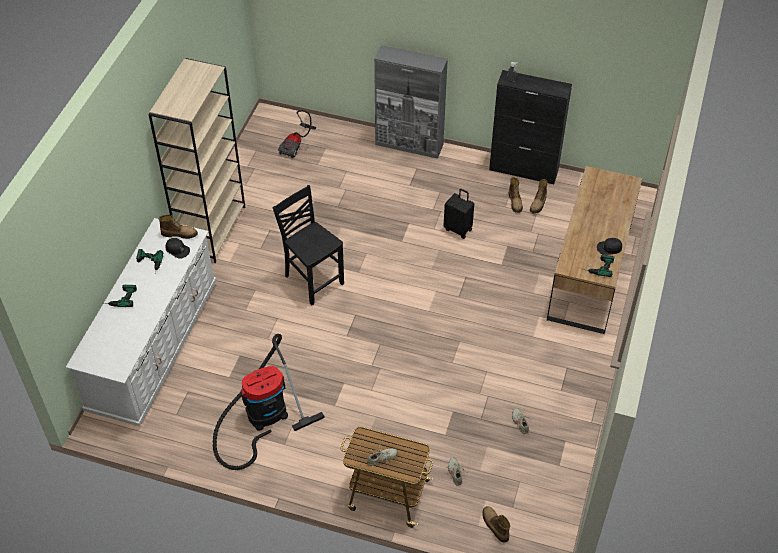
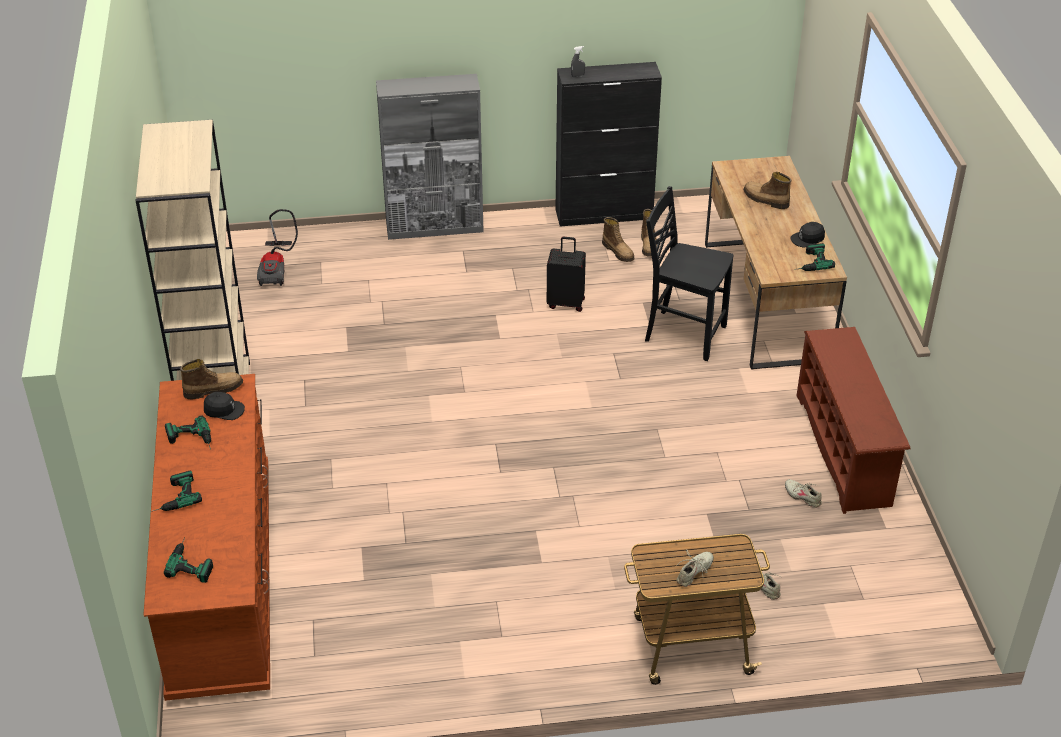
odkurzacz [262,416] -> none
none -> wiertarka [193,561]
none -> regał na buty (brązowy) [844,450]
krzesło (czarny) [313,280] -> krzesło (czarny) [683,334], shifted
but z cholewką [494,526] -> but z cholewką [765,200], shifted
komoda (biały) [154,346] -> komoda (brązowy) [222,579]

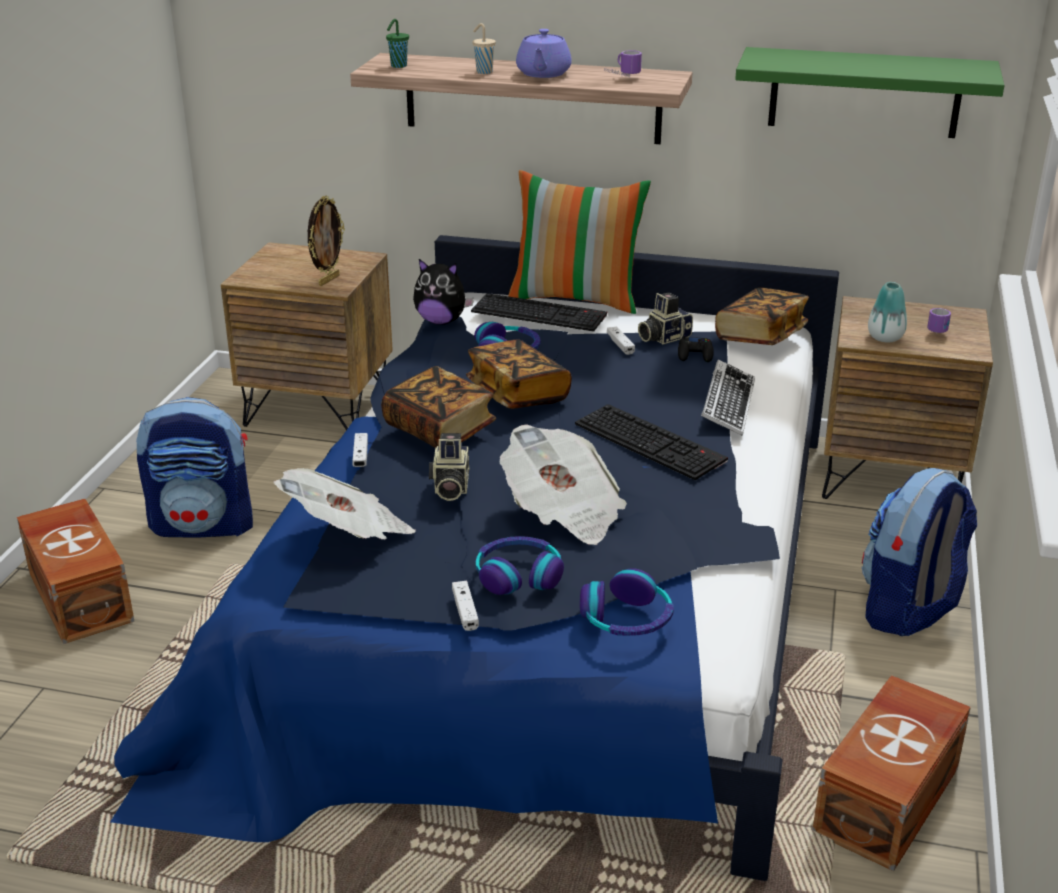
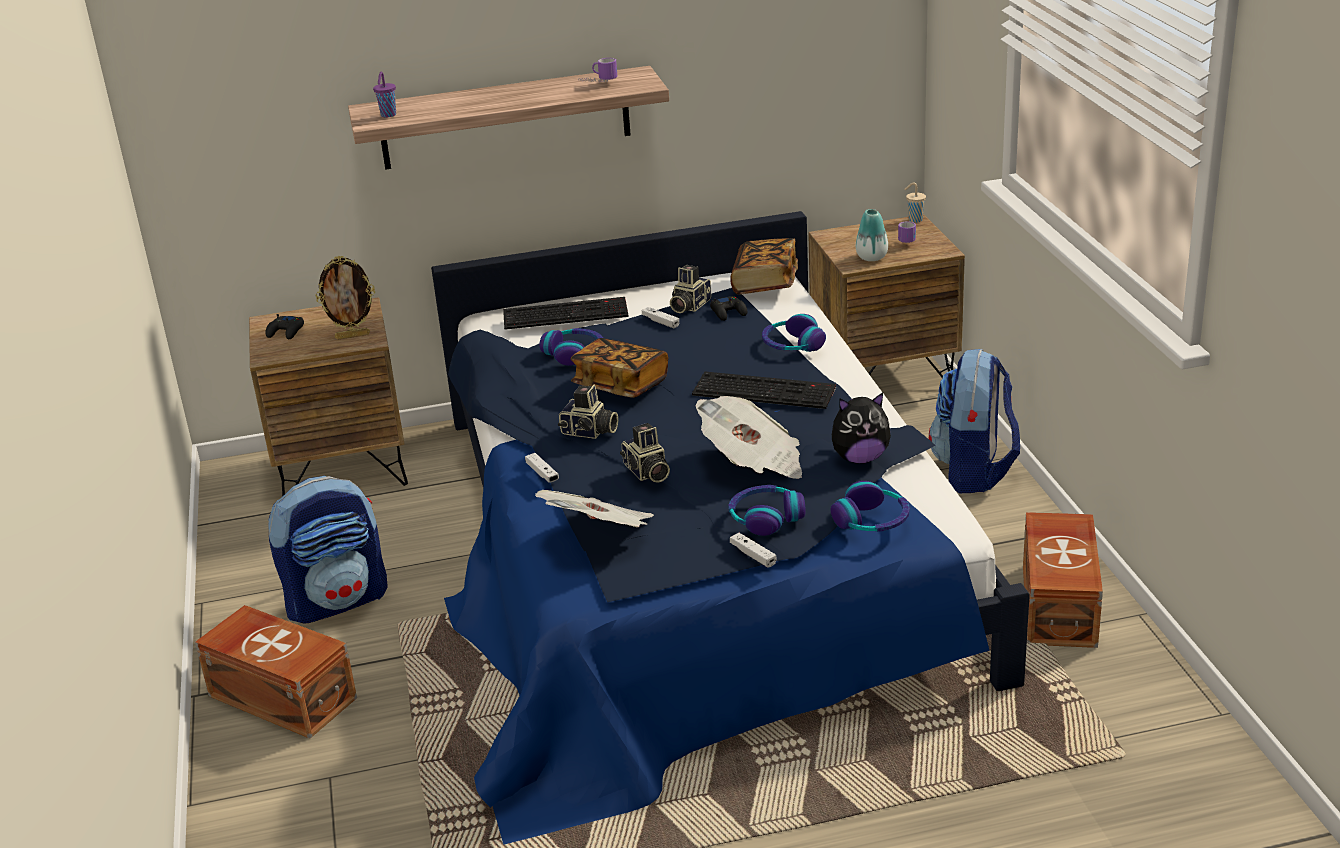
poduszka [576,299] -> none
imbryk (fioletowy) [543,74] -> none
półka (zielony) [864,92] -> none
none -> pad do gier (czarny) [286,332]
pluszak [441,321] -> pluszak [860,458], shifted
filiżanka (beżowy) [483,72] -> filiżanka (beżowy) [914,220], shifted
książka [439,429] -> aparat fotograficzny [589,432]
klawiatura [727,404] -> słuchawki [792,345]
filiżanka (zielony) [398,66] -> filiżanka (fioletowy) [388,115]
ramka na zdjęcie [328,280] -> ramka na zdjęcie [353,336], 75 degrees clockwise

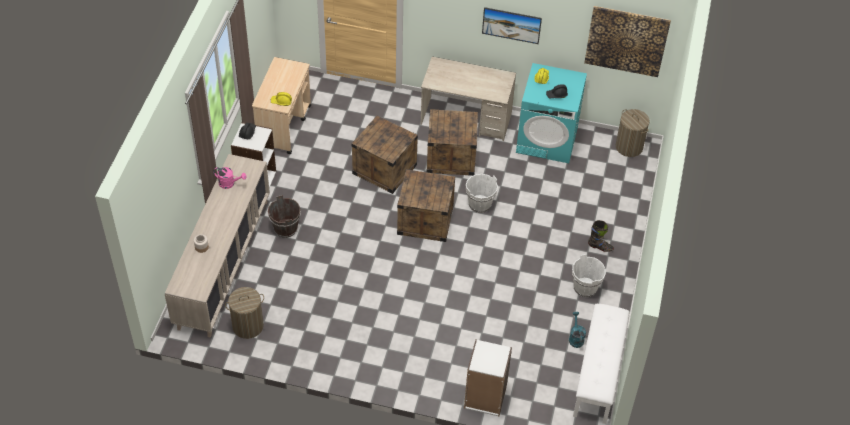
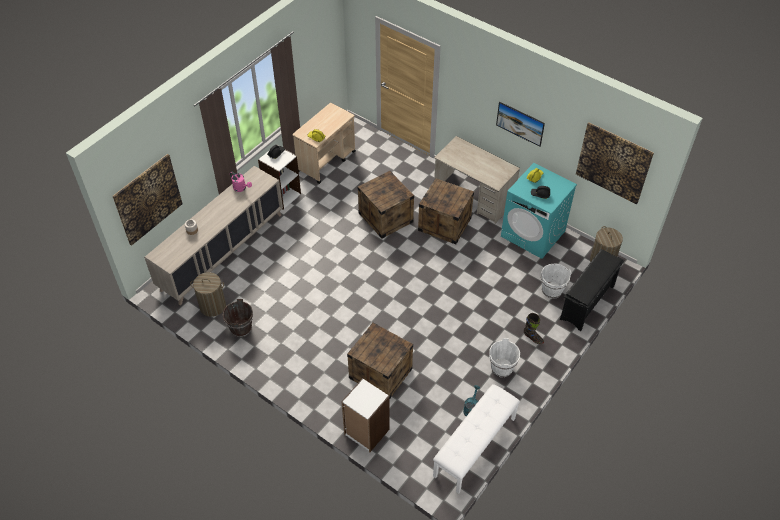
none -> obraz [148,199]
none -> regał na buty (czarny) [587,303]
wiadro (brązowy) [285,228] -> wiadro (brązowy) [241,328], shifted
skrzynka [425,220] -> skrzynka [380,373], shifted
wiadro (biały) [480,204] -> wiadro (biały) [552,290], shifted

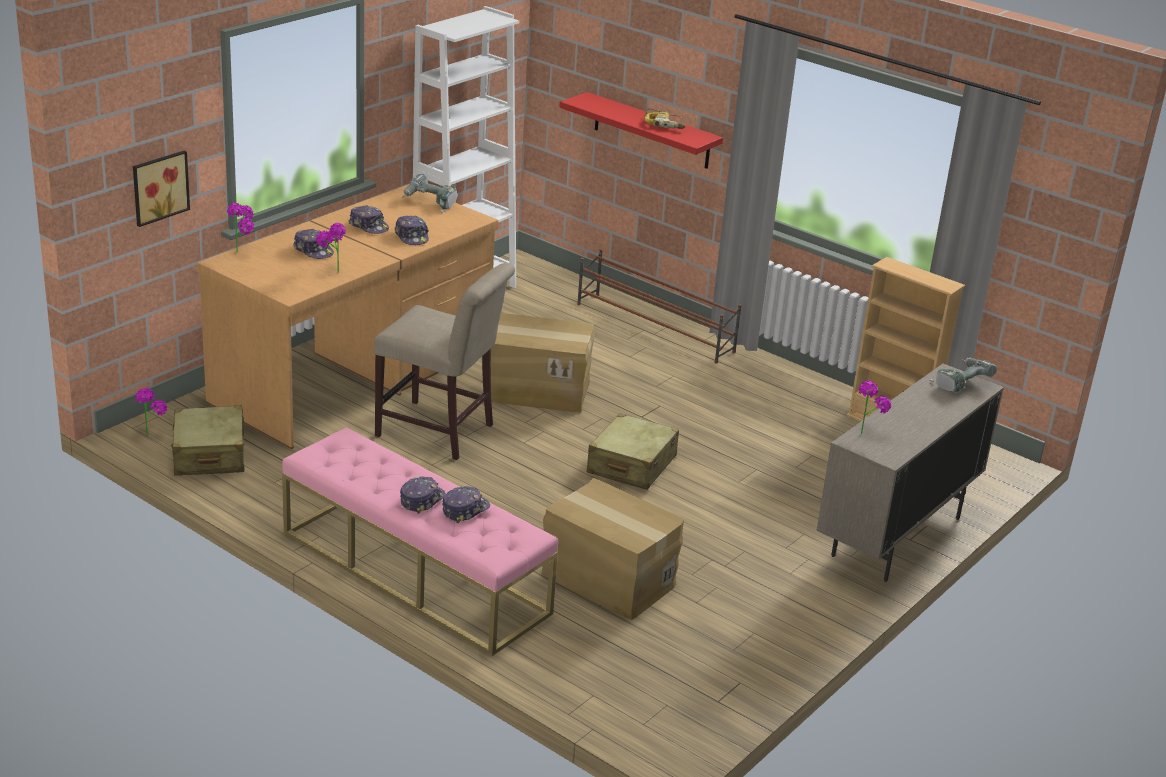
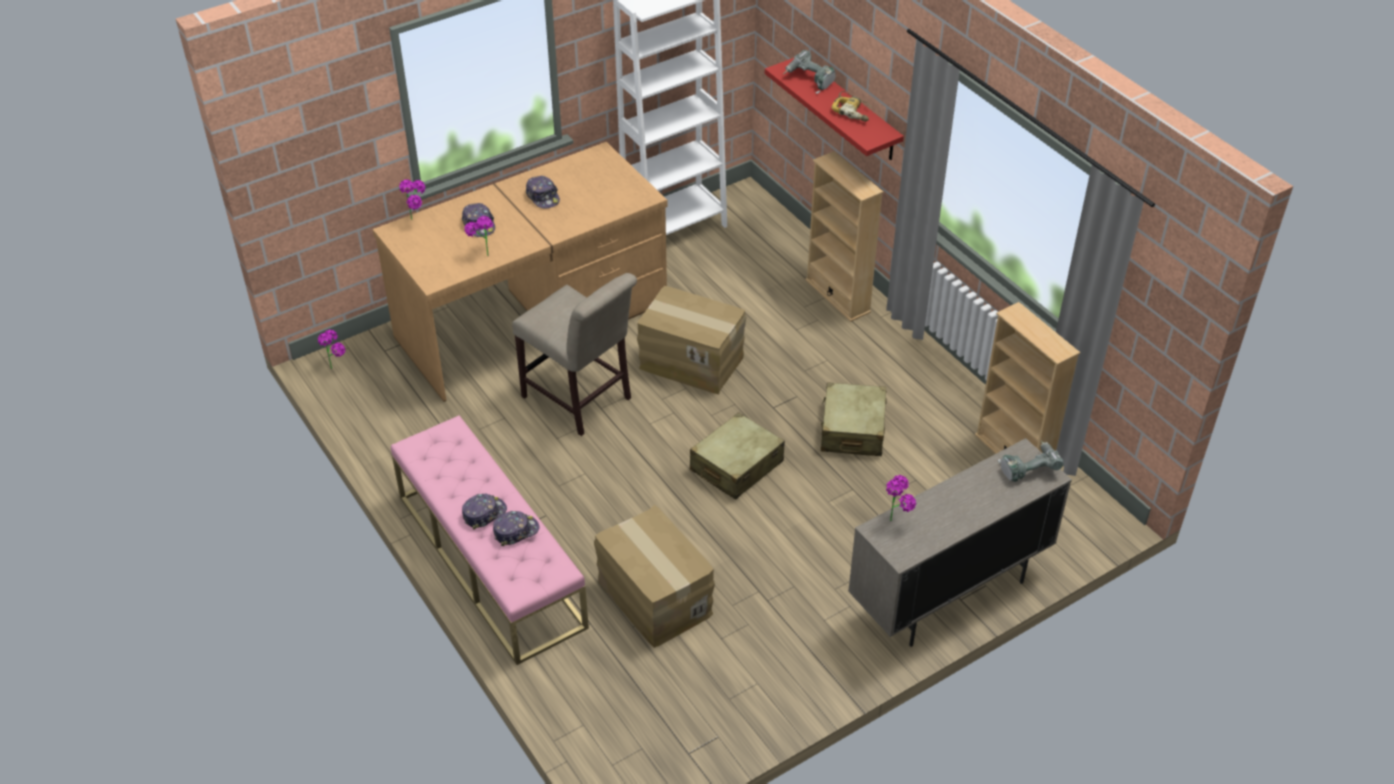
obraz [158,187] -> none
czapka z daszkiem [412,237] -> none
walizka (beżowy) [209,455] -> walizka (beżowy) [852,430], shifted
wiertarka [429,203] -> wiertarka [808,80], shifted
regał na buty (brązowy) [655,328] -> regał (beżowy) [837,296]

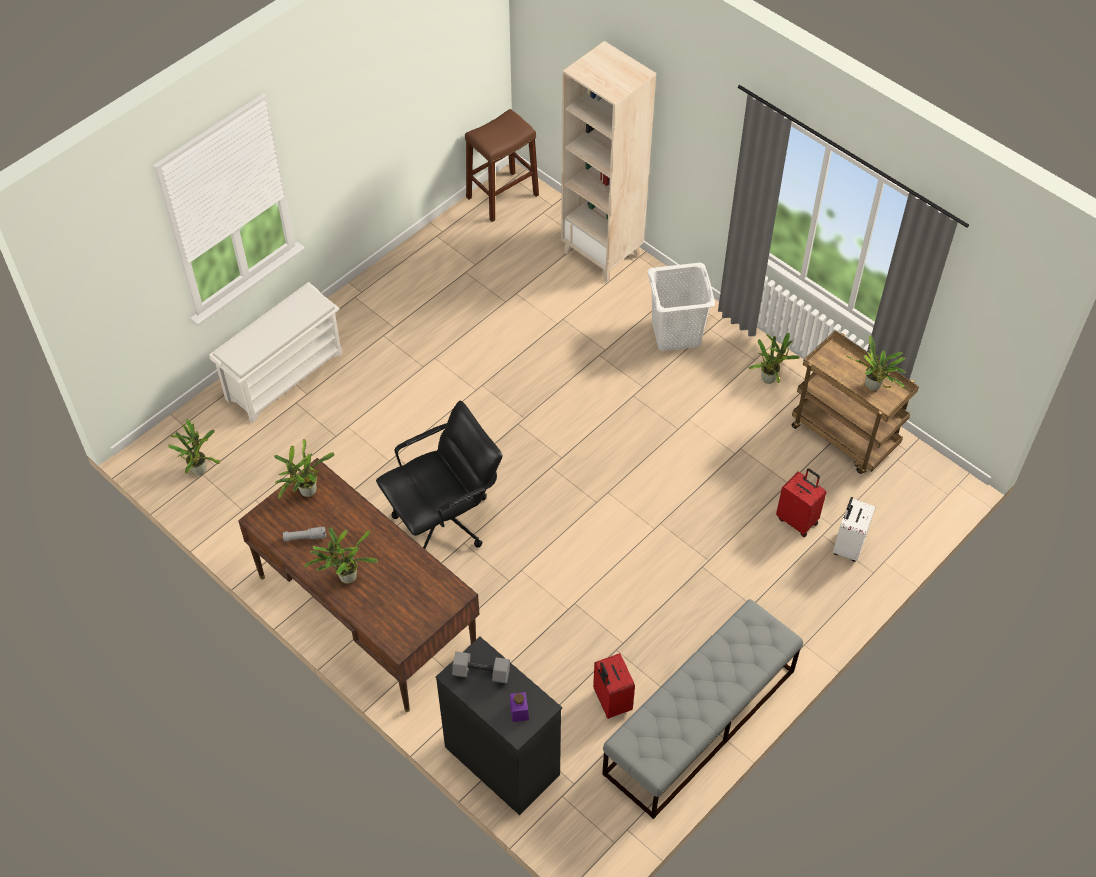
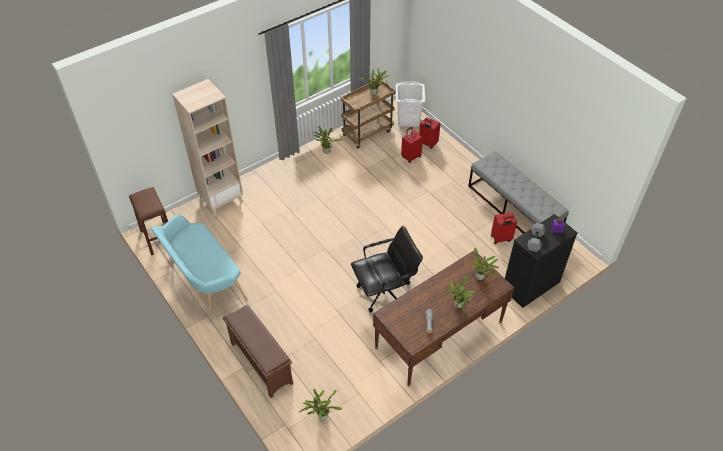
none -> ławka (turkusowy) [204,282]
roślina doniczkowa [306,492] -> roślina doniczkowa [480,278], shifted
kosz na pranie (biały) [676,333] -> kosz na pranie (biały) [408,119], shifted
regał na buty (biały) [285,375] -> regał na buty (brązowy) [260,363]
walizka (biały) [847,546] -> walizka (czerwony) [427,143]
krzesło biurowe (czarny) [444,520] -> krzesło biurowe (czarny) [385,292], 90 degrees clockwise

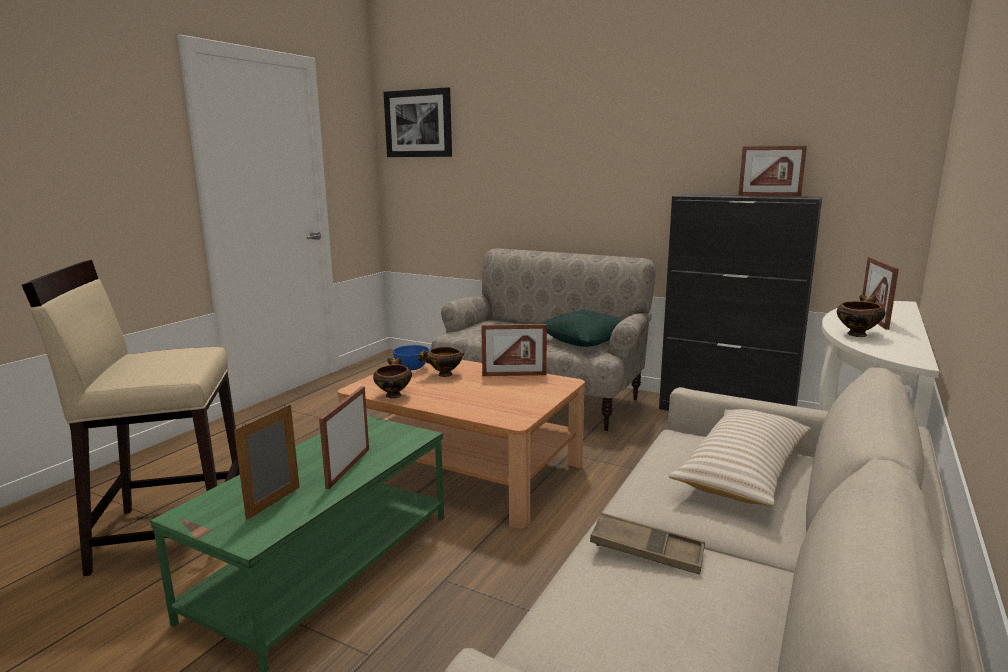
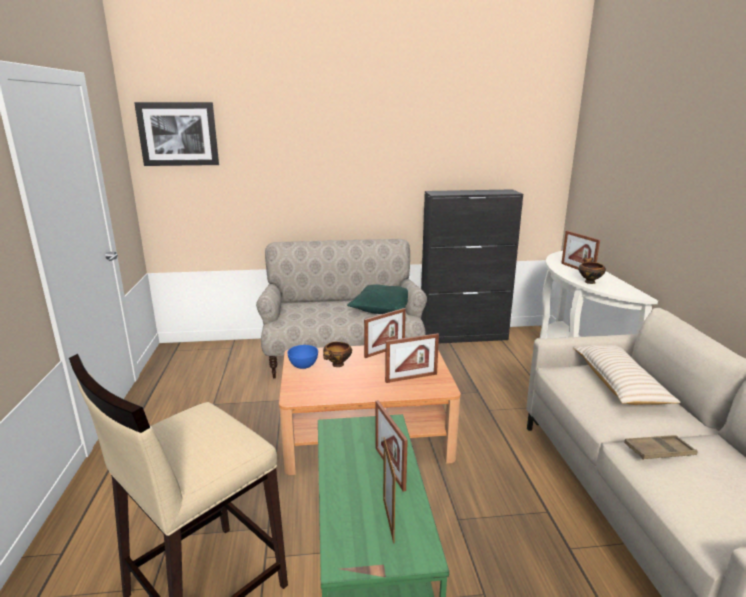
miska [393,395] -> none
ramka na zdjęcie [769,195] -> ramka na zdjęcie [411,378], shifted

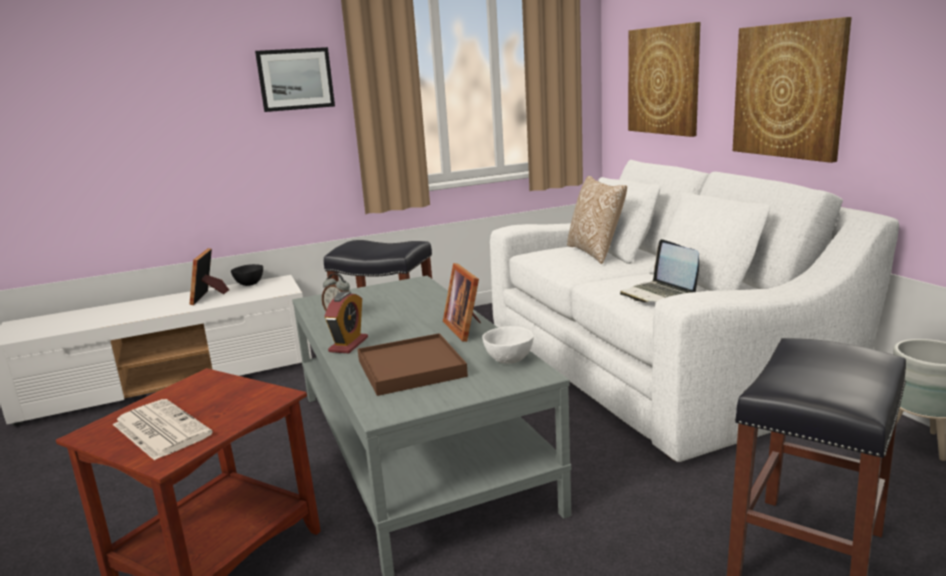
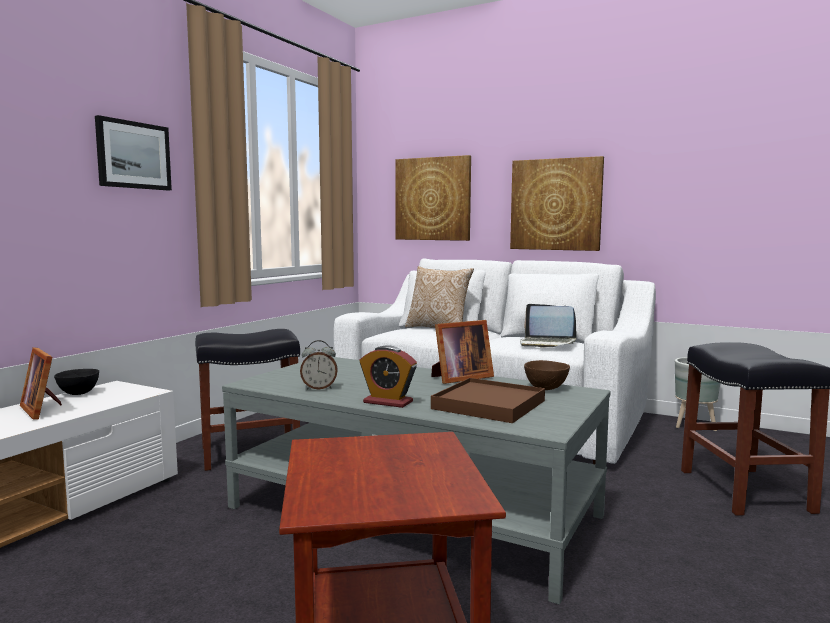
gazeta [160,429] -> none
miska (biały) [509,361] -> miska (brązowy) [546,388]
budzik [348,344] -> budzik [388,402], 135 degrees clockwise
ramka na zdjęcie [466,328] -> ramka na zdjęcie [459,378], 60 degrees counterclockwise

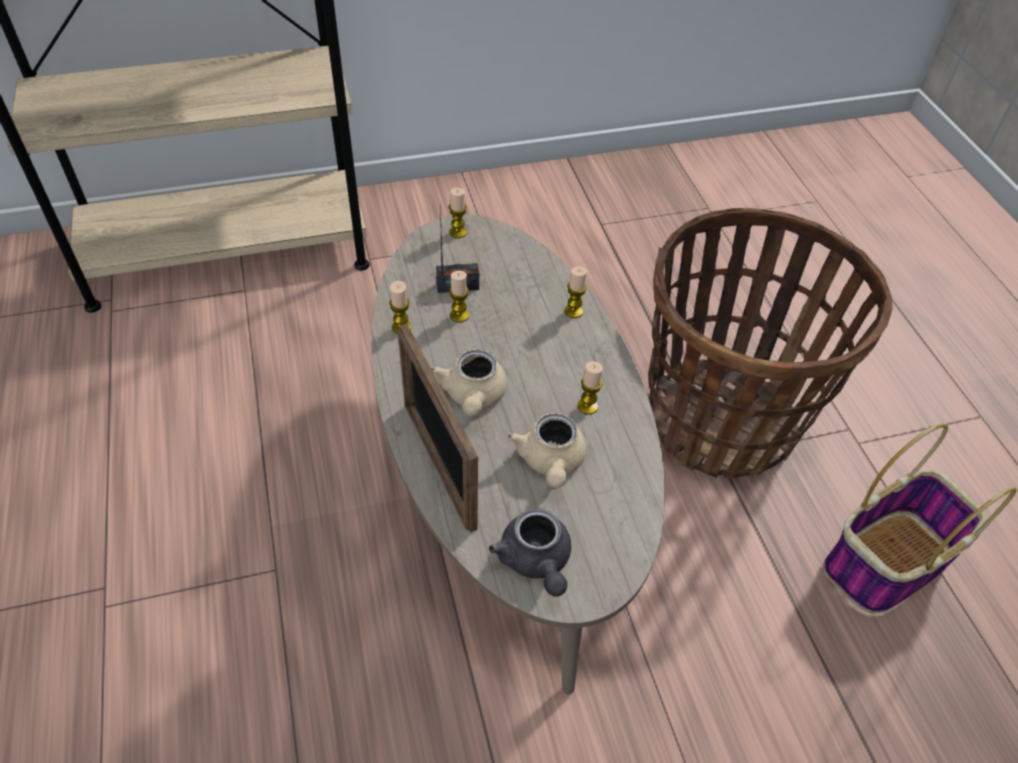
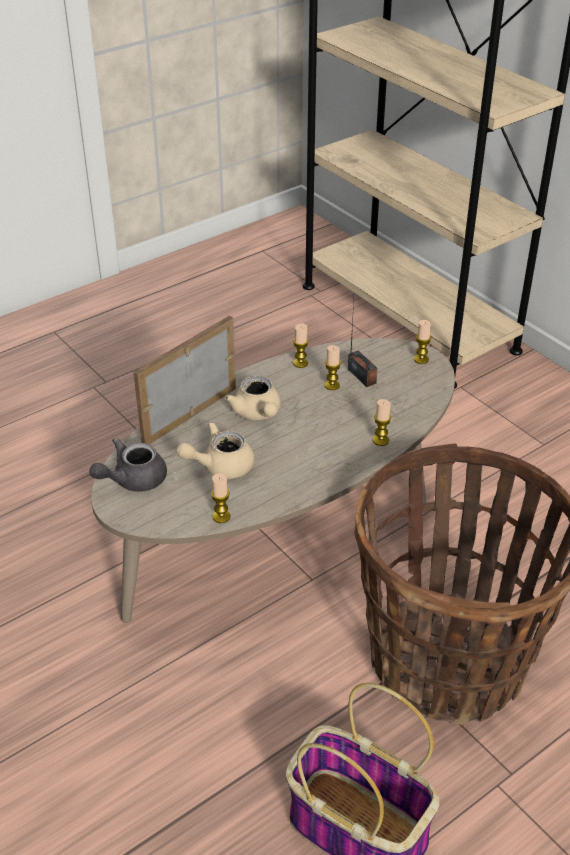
świeca [587,406] -> świeca [221,517], shifted
imbryk (beżowy) [473,396] -> imbryk (beżowy) [258,414], 90 degrees counterclockwise

